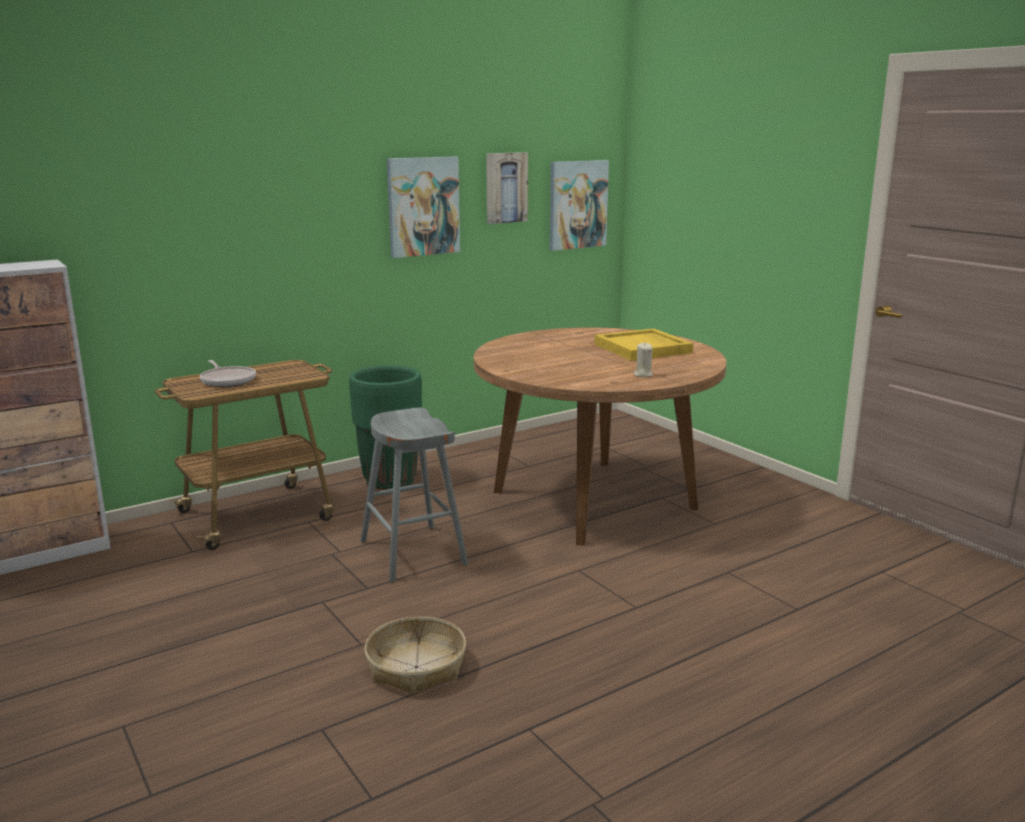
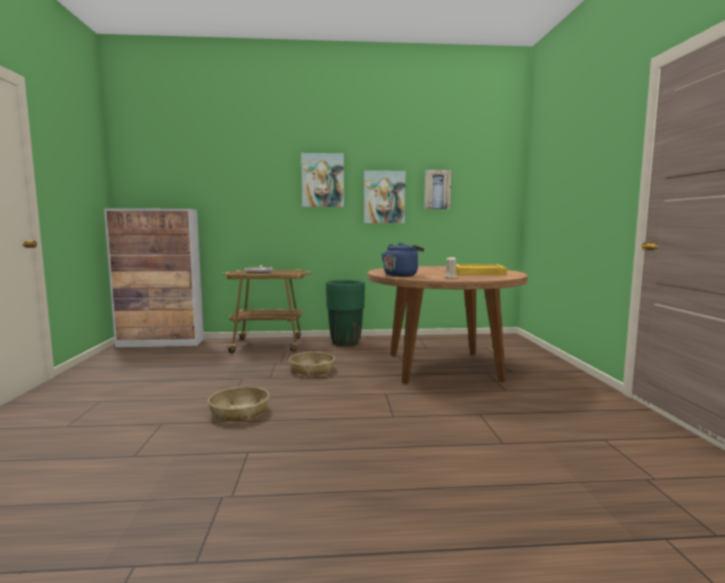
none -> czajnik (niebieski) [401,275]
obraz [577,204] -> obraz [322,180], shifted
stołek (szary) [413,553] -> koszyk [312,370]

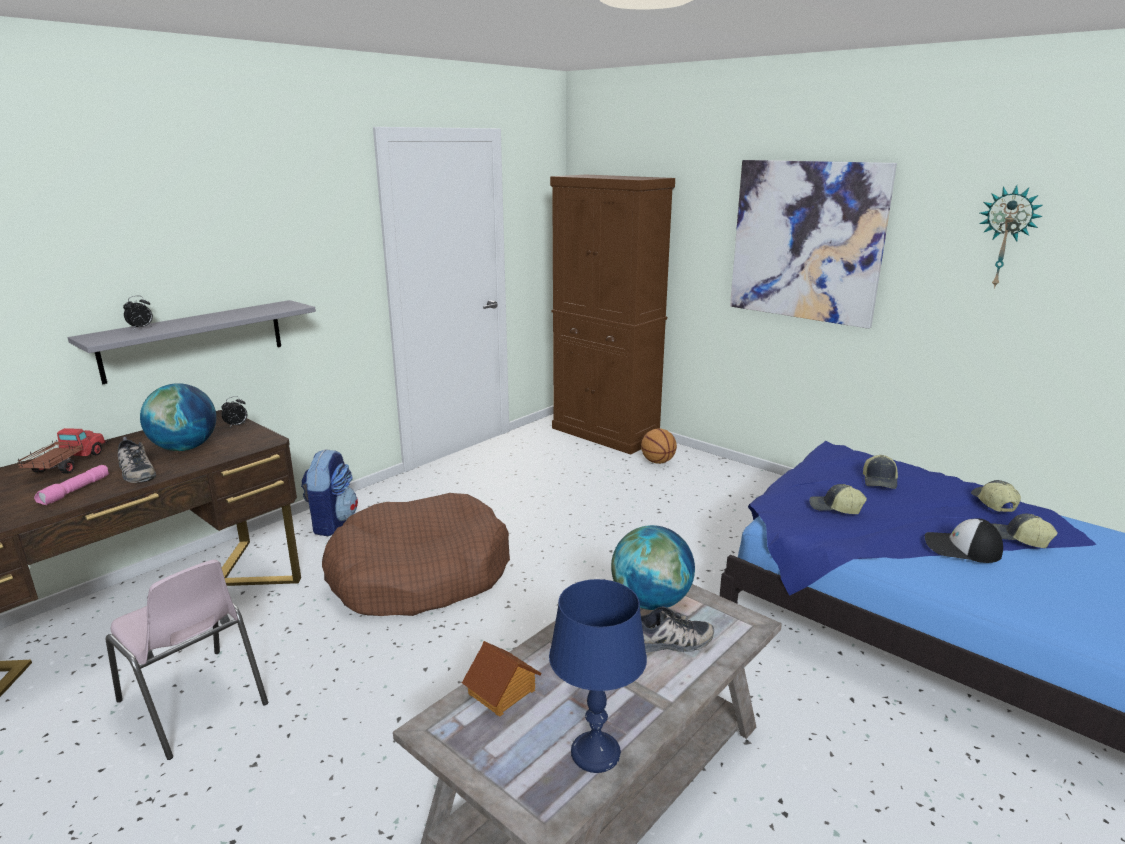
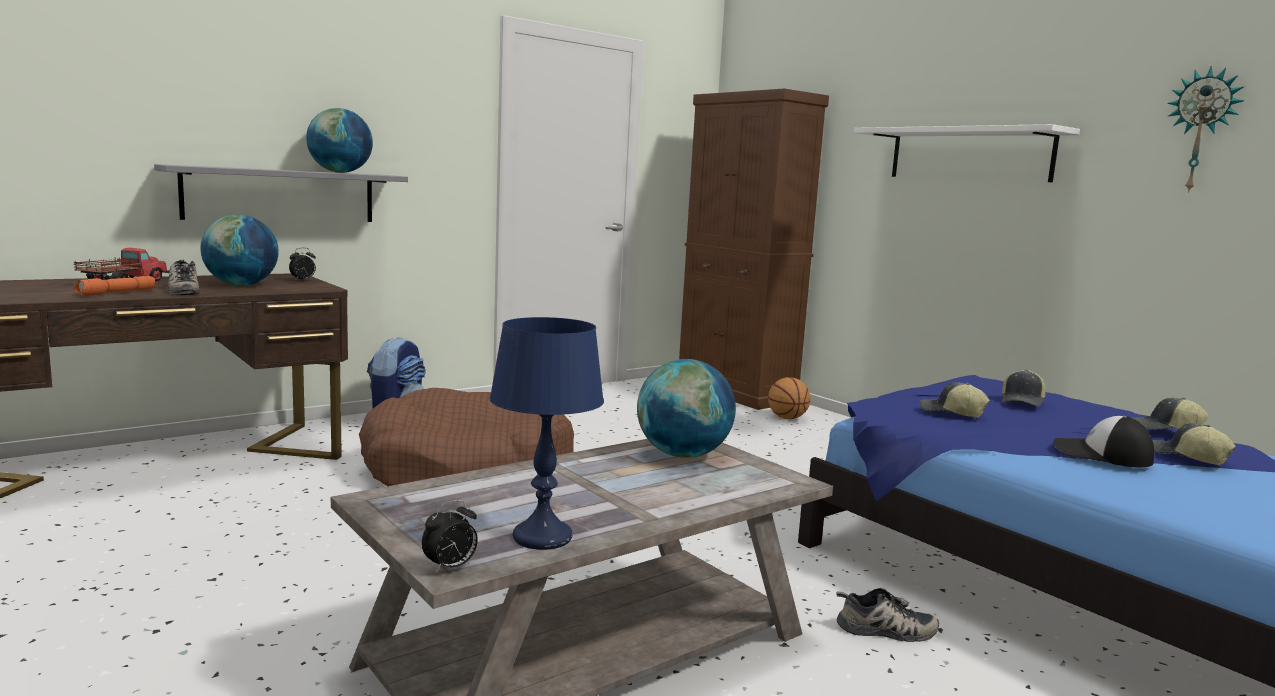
krzesło (różowy) [194,703] -> none
domek [502,692] -> none
none -> globus [340,172]
budzik [141,328] -> budzik [450,567], shifted
but [669,642] -> but [885,631], shifted
obraz [806,241] -> półka (biały) [969,154]
latarka (różowy) [75,491] -> latarka (pomarańczowy) [116,293]
czapka z daszkiem [993,503] -> czapka z daszkiem [1166,430], 90 degrees counterclockwise

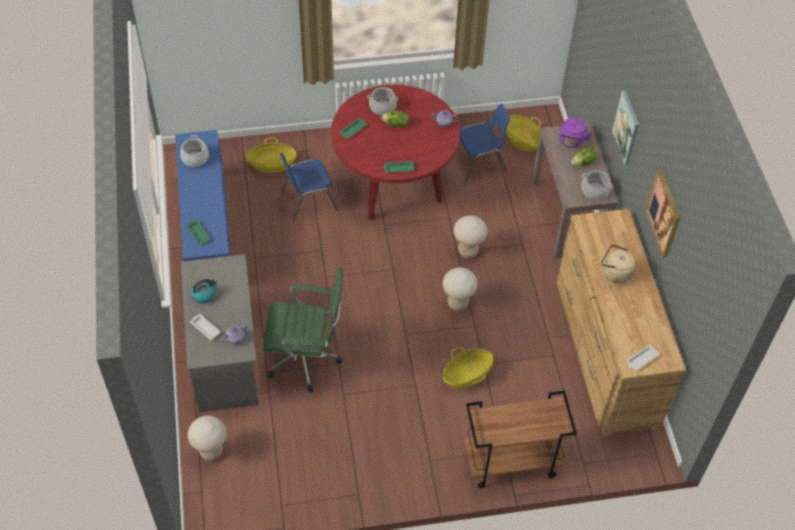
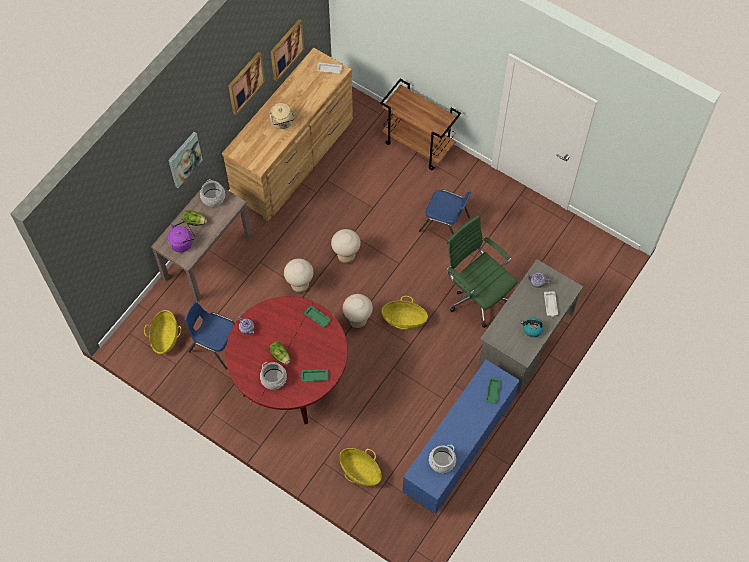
none -> obraz [286,49]
stołek (beżowy) [211,452] -> stołek (beżowy) [358,320], shifted
krzesło (niebieski) [308,201] -> krzesło (niebieski) [445,224], shifted
koszyk [466,375] -> koszyk [404,319], shifted

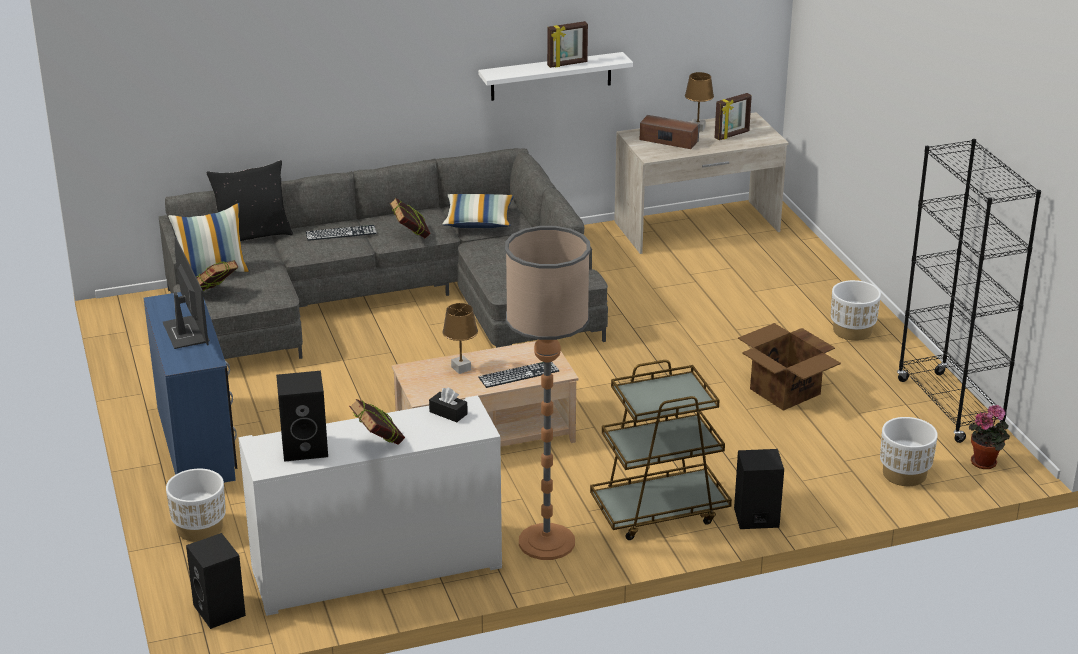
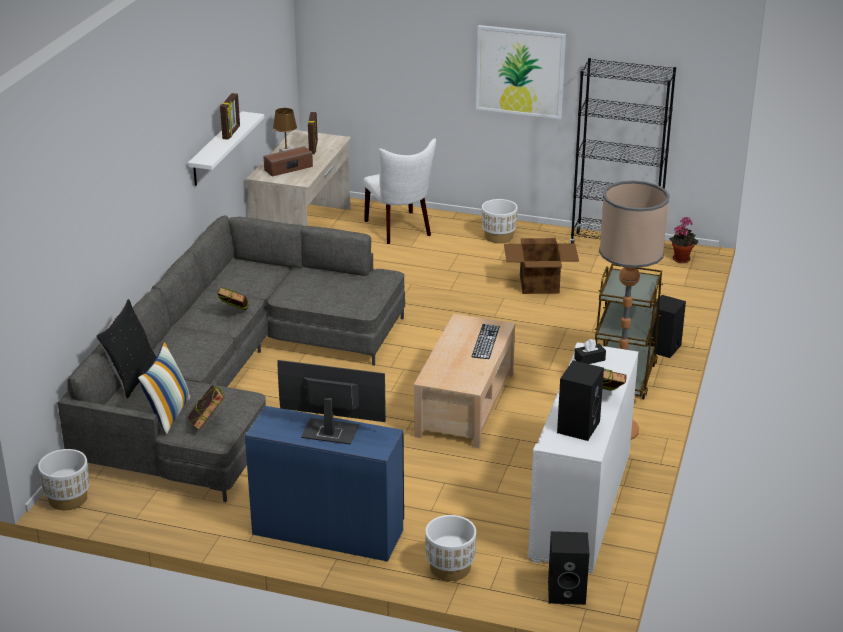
klawiatura [341,233] -> none
poduszka [479,221] -> none
lampa stołowa (brązowy) [461,368] -> none
none -> krzesło (biały) [400,229]
none -> obraz [520,71]
donica (biały) [904,474] -> donica (biały) [68,499], shifted

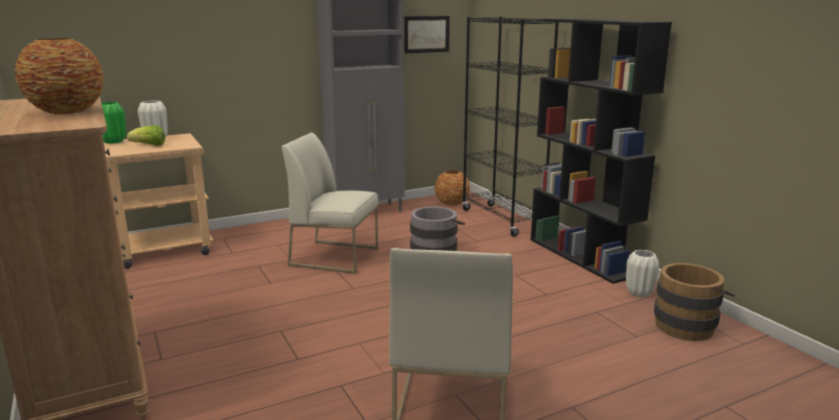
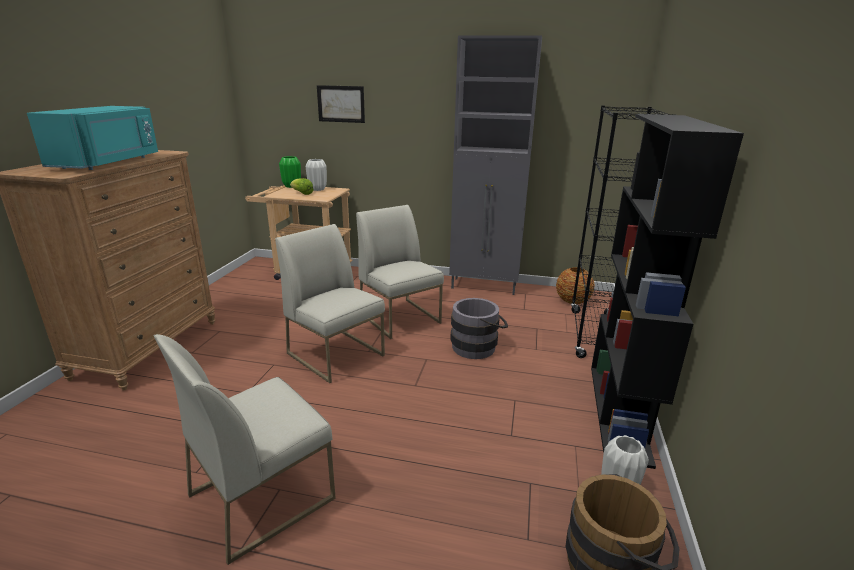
none -> krzesło (biały) [336,354]
obraz [426,34] -> obraz [341,104], shifted
wazon [66,112] -> mikrofalówka (turkusowy) [109,163]

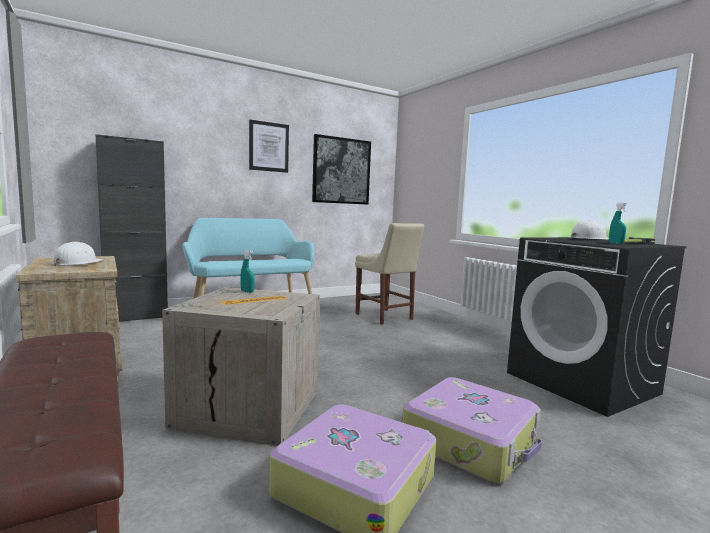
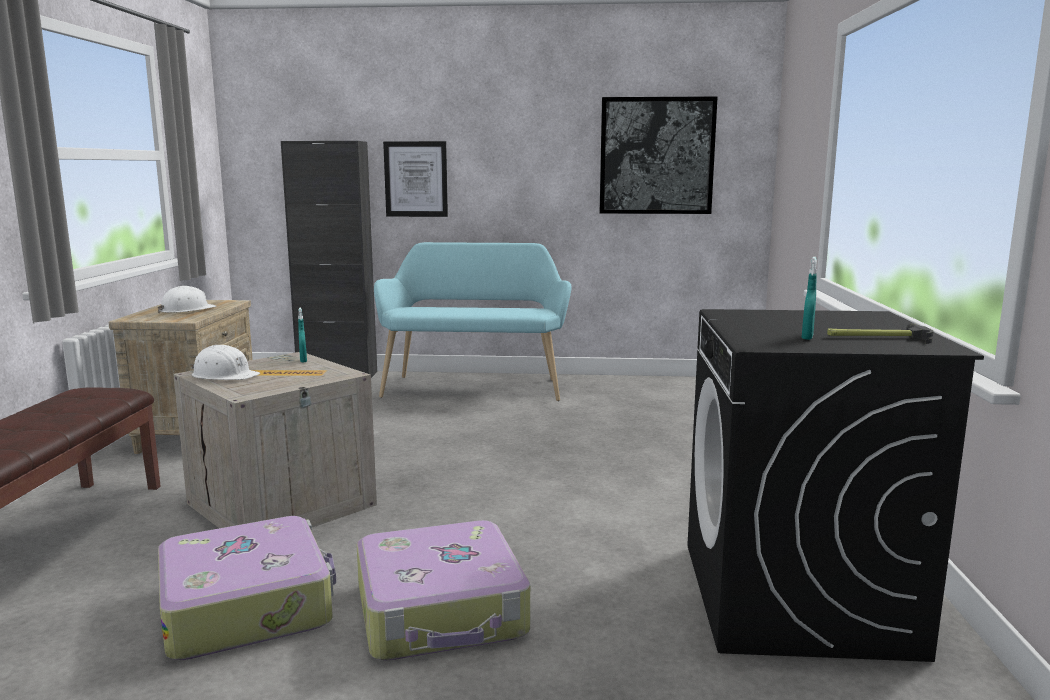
krzesło (beżowy) [385,317] -> none
obraz [269,147] -> obraz [416,179], shifted
kask (biały) [589,239] -> kask (biały) [224,375], shifted

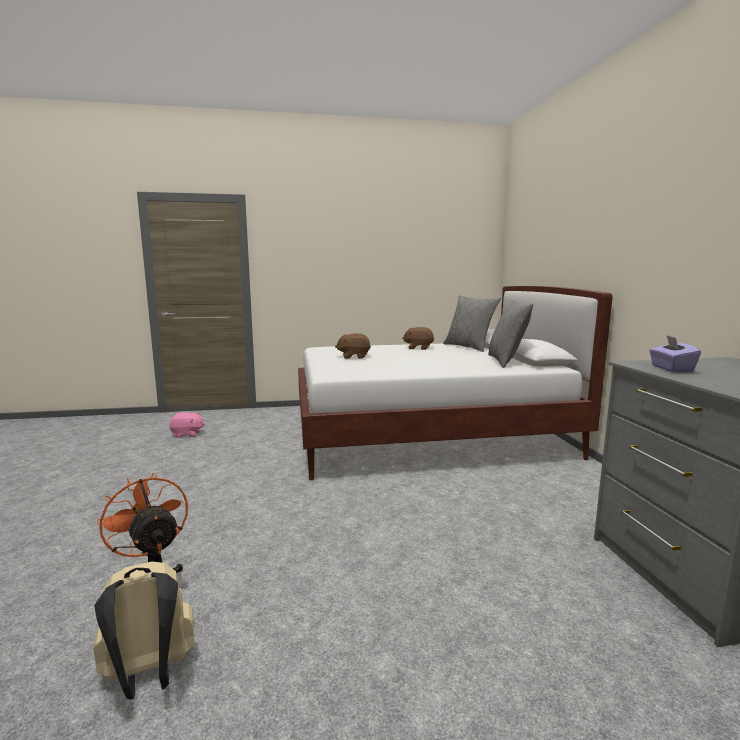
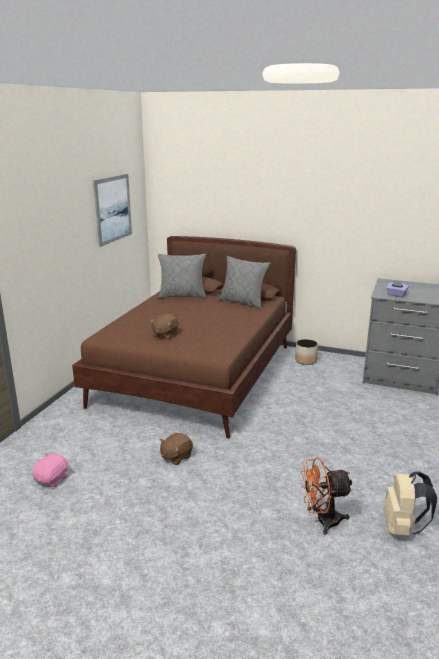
none -> obraz [113,209]
none -> donica [305,360]
pluszak (brązowy) [418,348] -> pluszak (brązowy) [176,457], shifted
łóżko (biały) [426,434] -> łóżko (brązowy) [197,374]

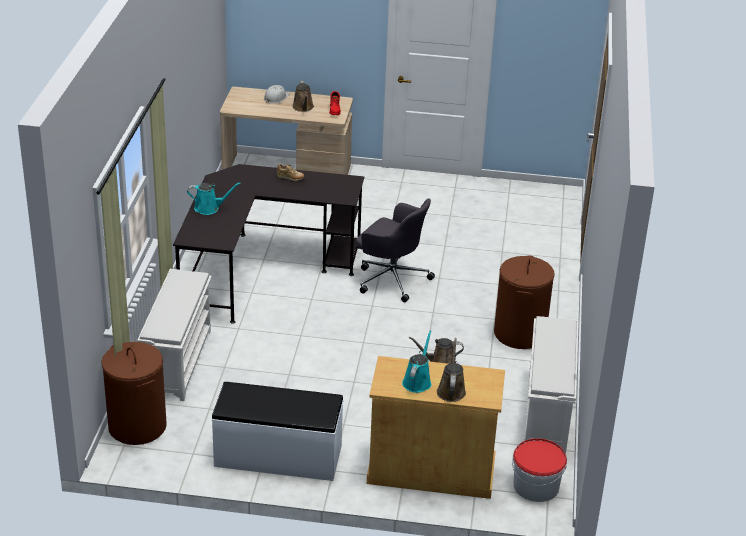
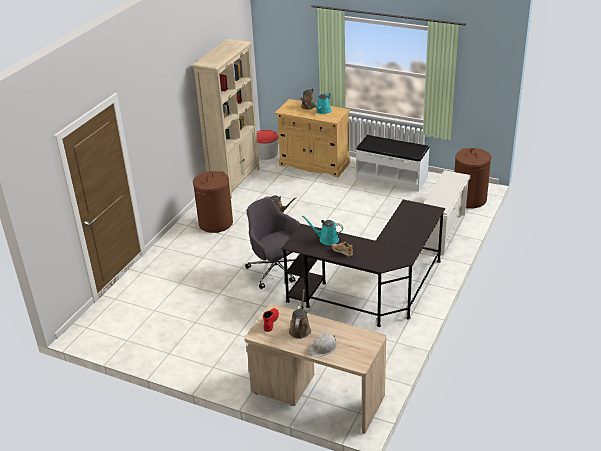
konewka (turkusowy) [209,208] -> konewka (turkusowy) [326,239], shifted
regał na buty (biały) [547,413] -> regał (beżowy) [235,181]

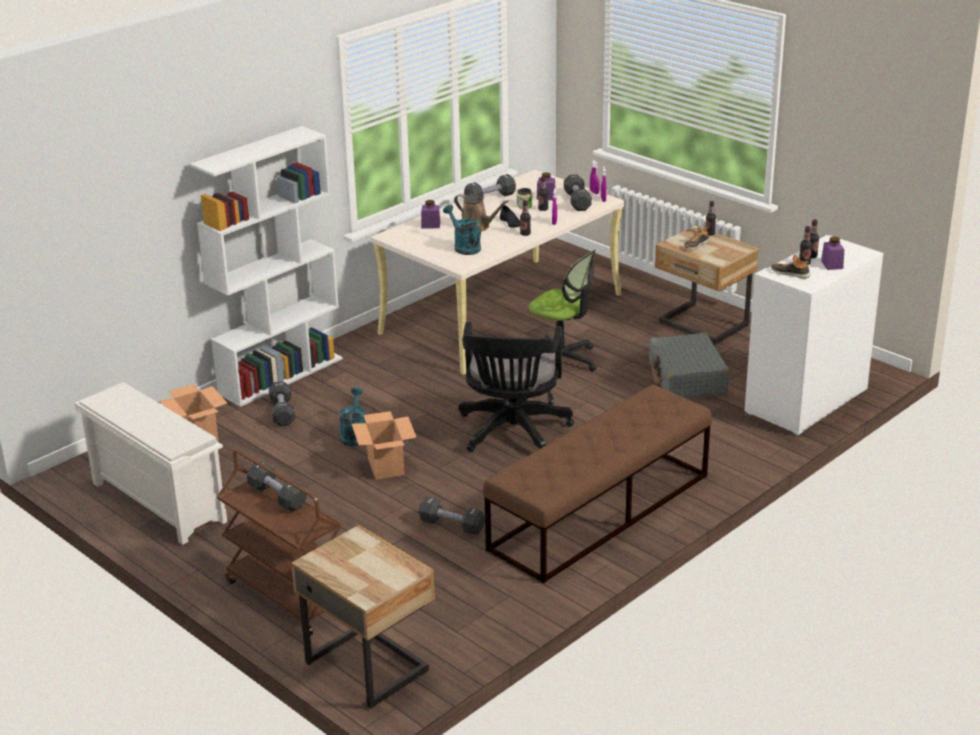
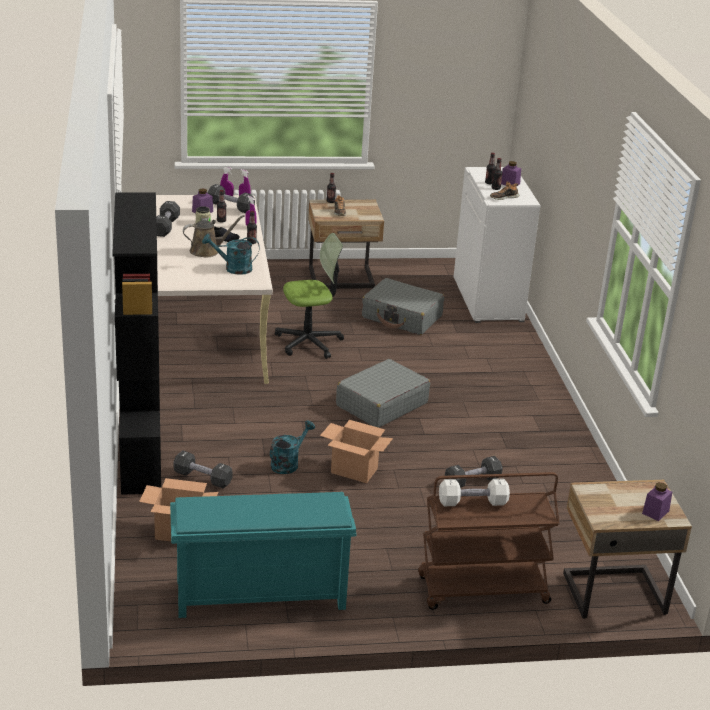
ławka (brązowy) [599,512] -> none
słoik (fioletowy) [430,225] -> słoik (fioletowy) [655,512], shifted
krzesło biurowe (czarny) [512,433] -> walizka (szary) [381,404]
regał na buty (biały) [156,502] -> regał na buty (turkusowy) [259,596]
regał (biały) [281,375] -> regał (czarny) [140,453]
hantel (czarny) [277,497] -> hantel (biały) [472,502]
konewka (turkusowy) [354,435] -> konewka (turkusowy) [288,463], 90 degrees clockwise

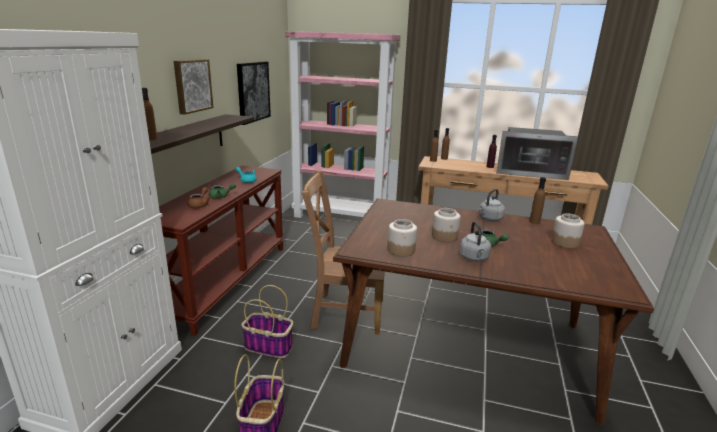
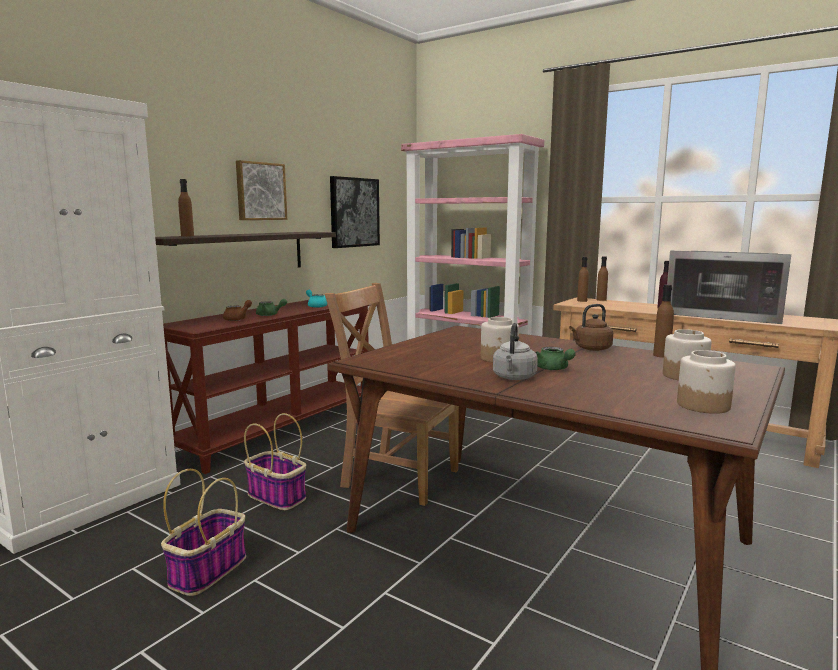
słoik [401,250] -> słoik [703,405], shifted
czajnik (szary) [489,219] -> czajnik (brązowy) [591,349]

